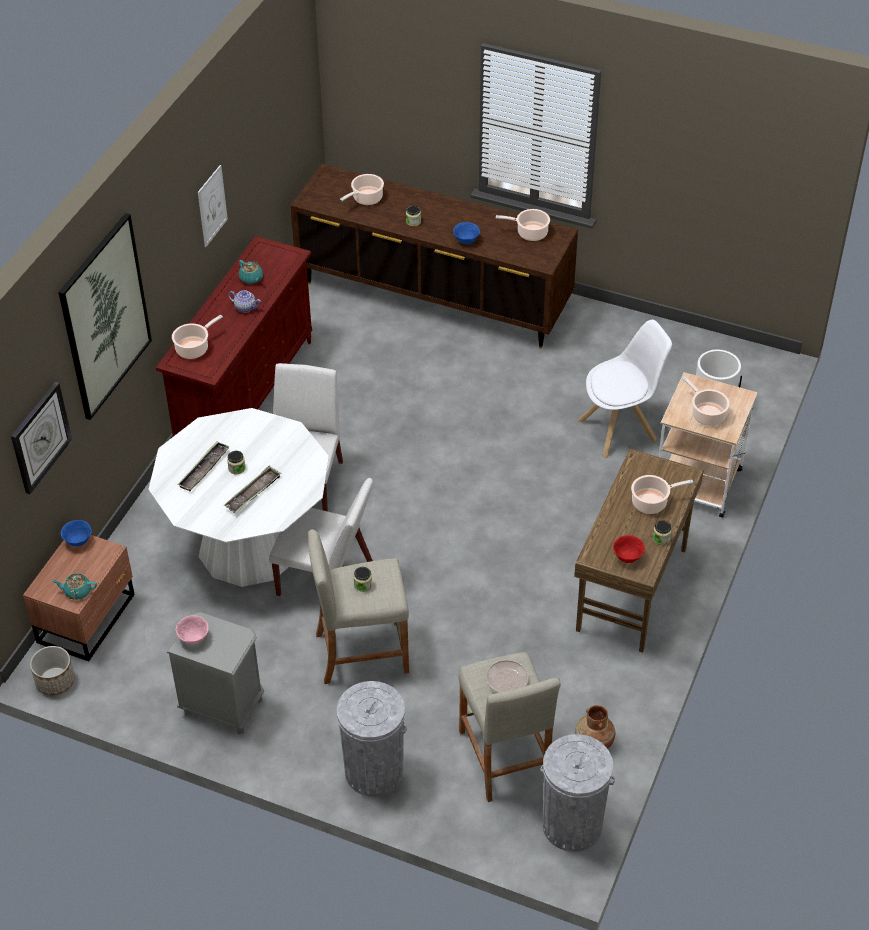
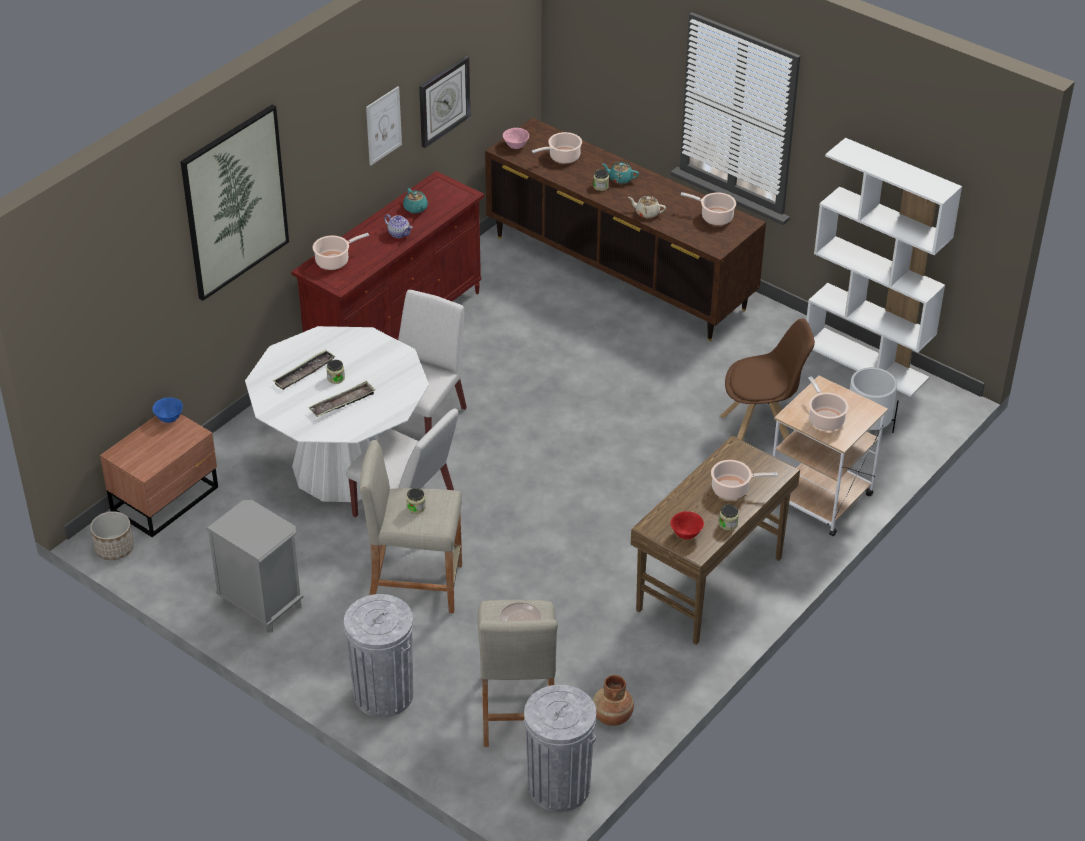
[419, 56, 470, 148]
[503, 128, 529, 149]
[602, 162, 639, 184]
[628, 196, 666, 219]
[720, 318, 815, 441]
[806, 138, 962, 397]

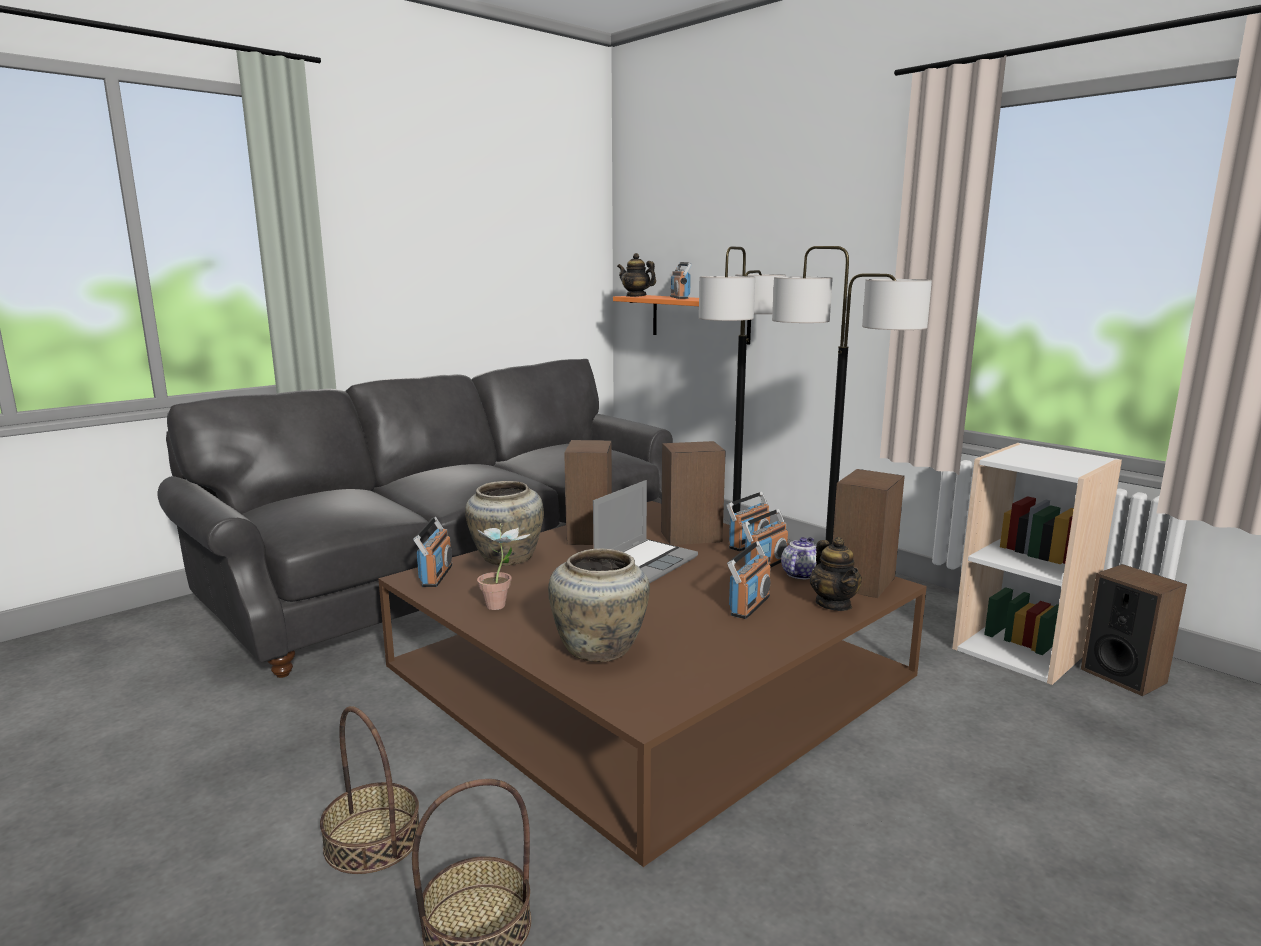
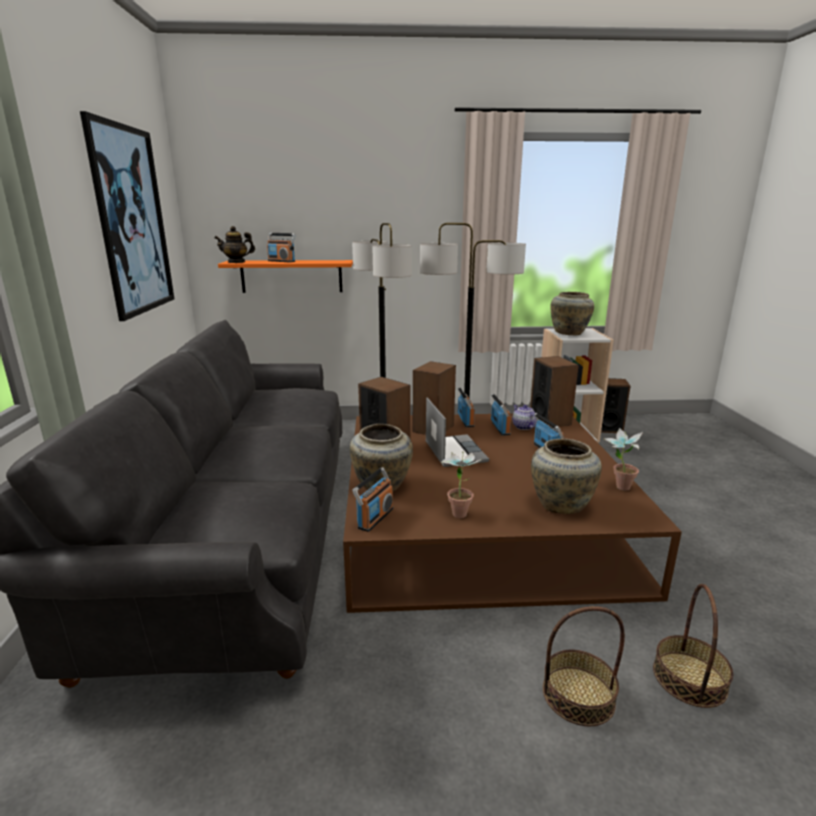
[80, 111, 174, 321]
[352, 467, 393, 532]
[550, 292, 594, 335]
[604, 428, 643, 491]
[810, 537, 862, 611] (first image)

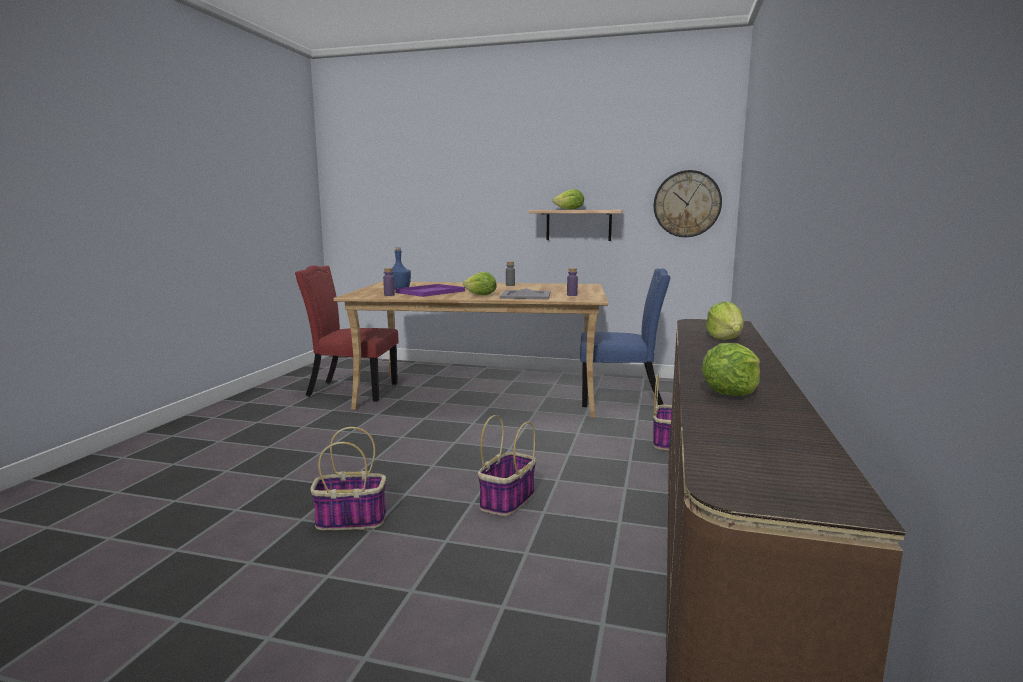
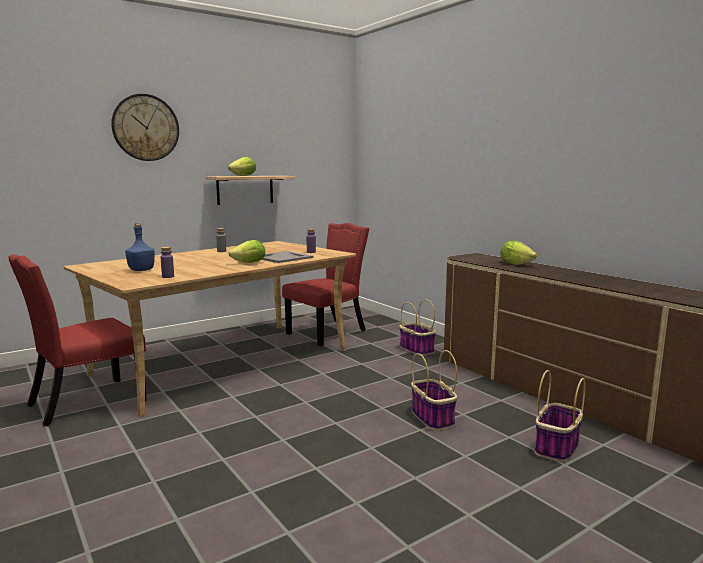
[111, 94, 179, 161]
[282, 223, 369, 347]
[535, 370, 586, 462]
[395, 284, 465, 297] (first image)
[701, 343, 760, 396] (first image)

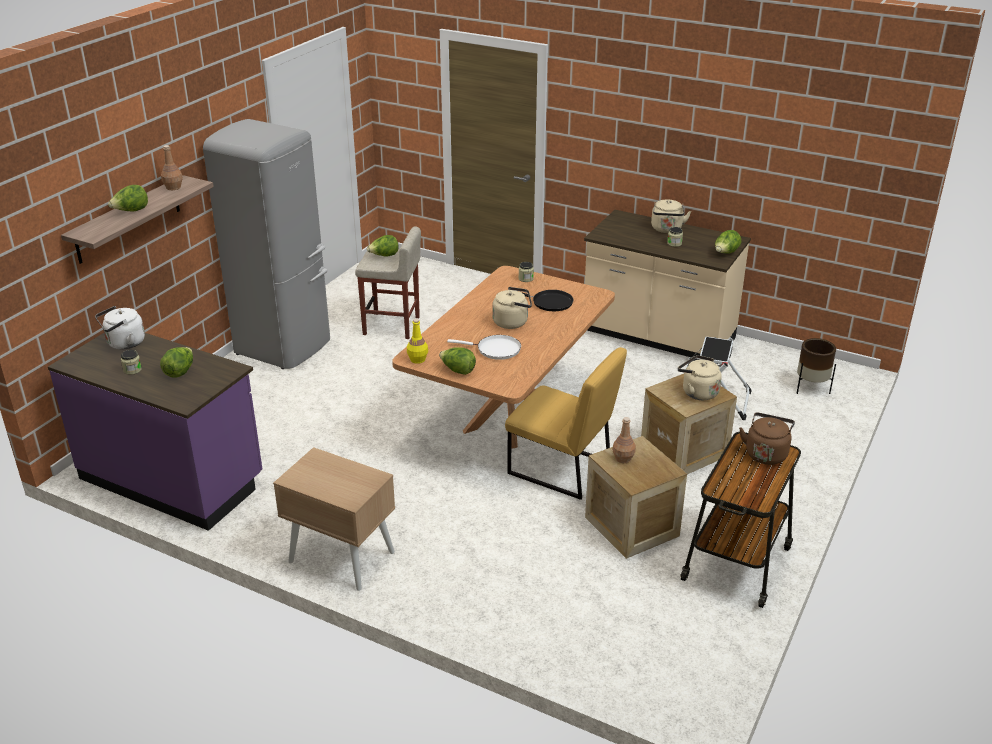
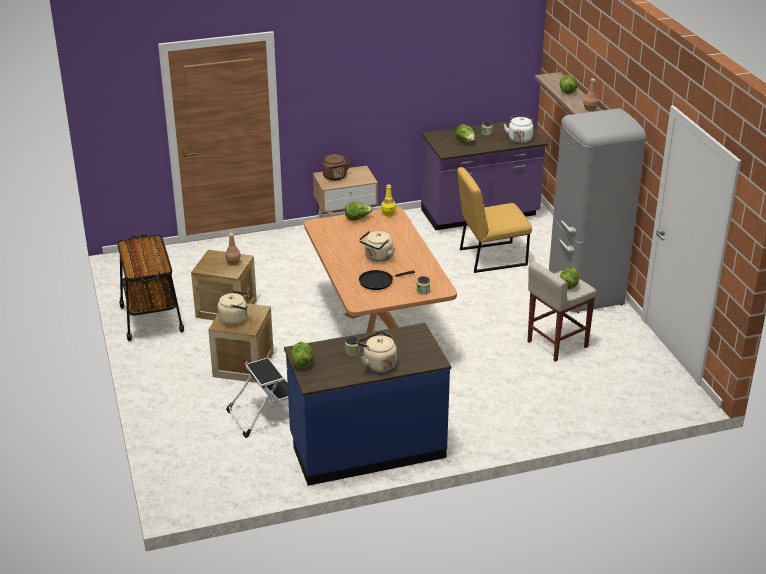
[284, 323, 451, 486]
[322, 154, 351, 181]
[457, 167, 532, 273]
[447, 335, 521, 360] (first image)
[796, 338, 836, 394] (first image)

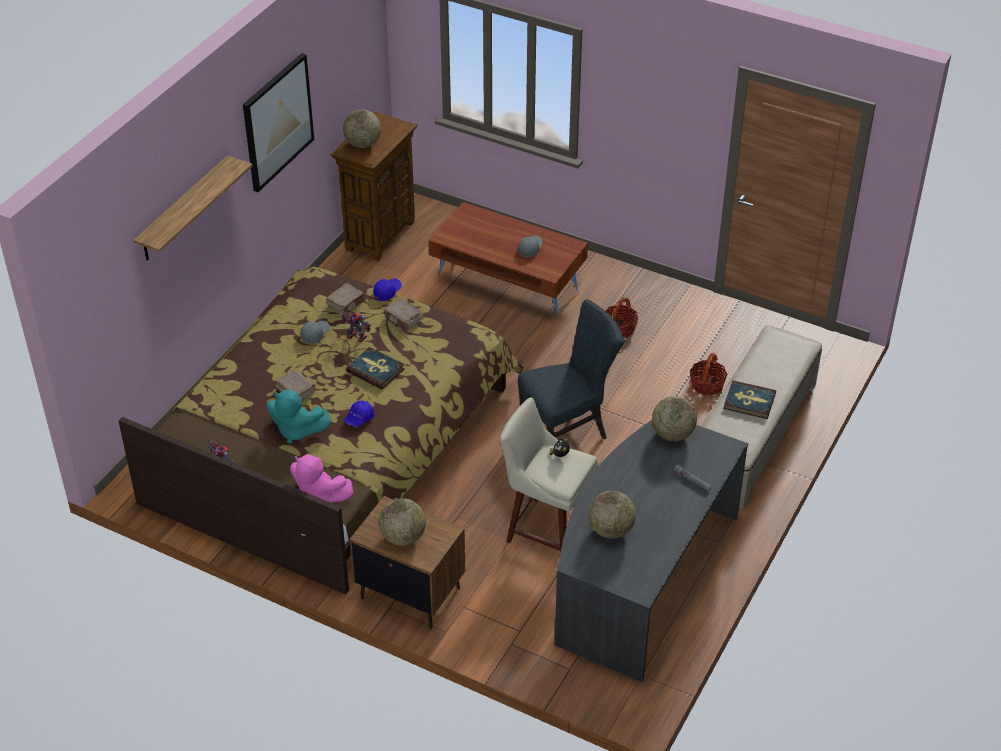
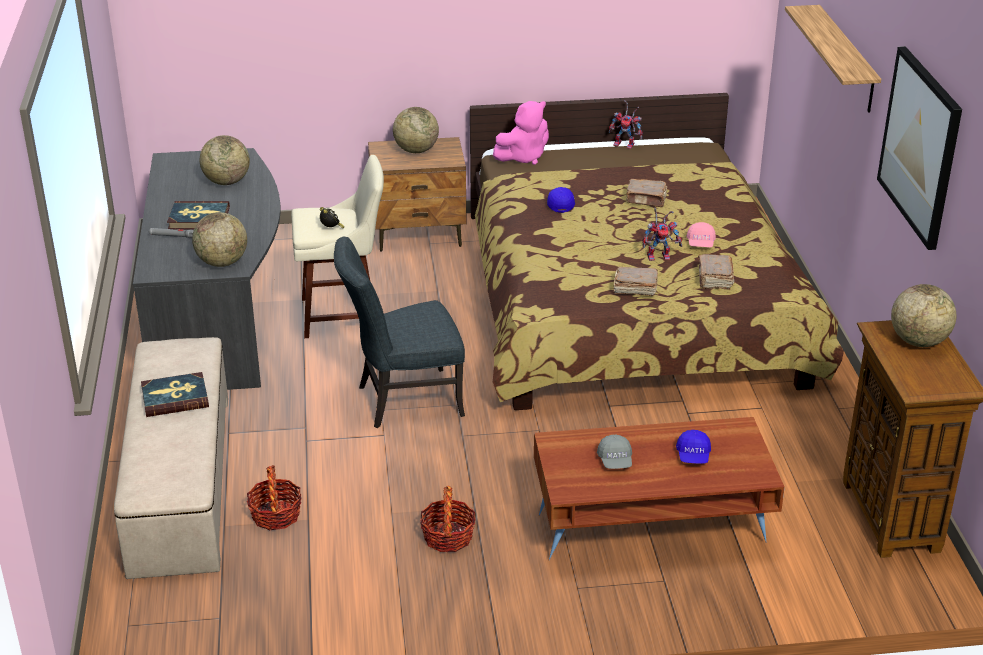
[167, 201, 230, 229]
[334, 237, 465, 428]
[493, 101, 549, 165]
[676, 430, 711, 464]
[687, 222, 716, 247]
[266, 390, 332, 444] (first image)

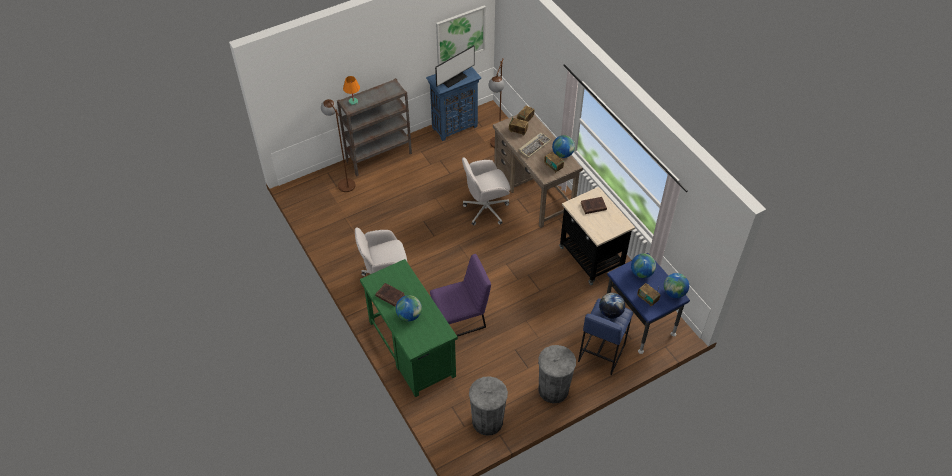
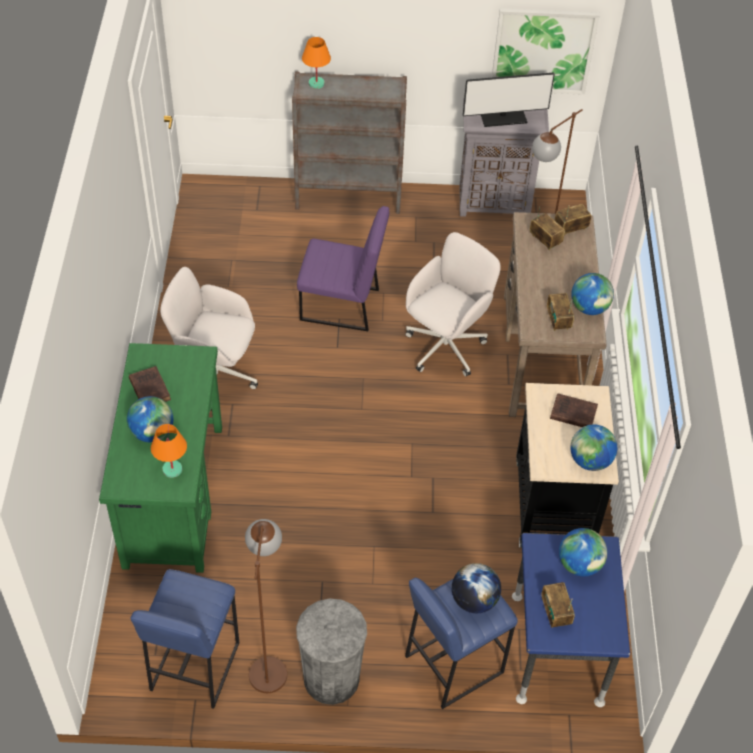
[130, 569, 239, 709]
[151, 424, 187, 478]
[245, 519, 287, 693]
[297, 206, 389, 331]
[405, 232, 501, 377]
[460, 98, 549, 217]
[570, 424, 617, 471]
[519, 133, 552, 158] (first image)

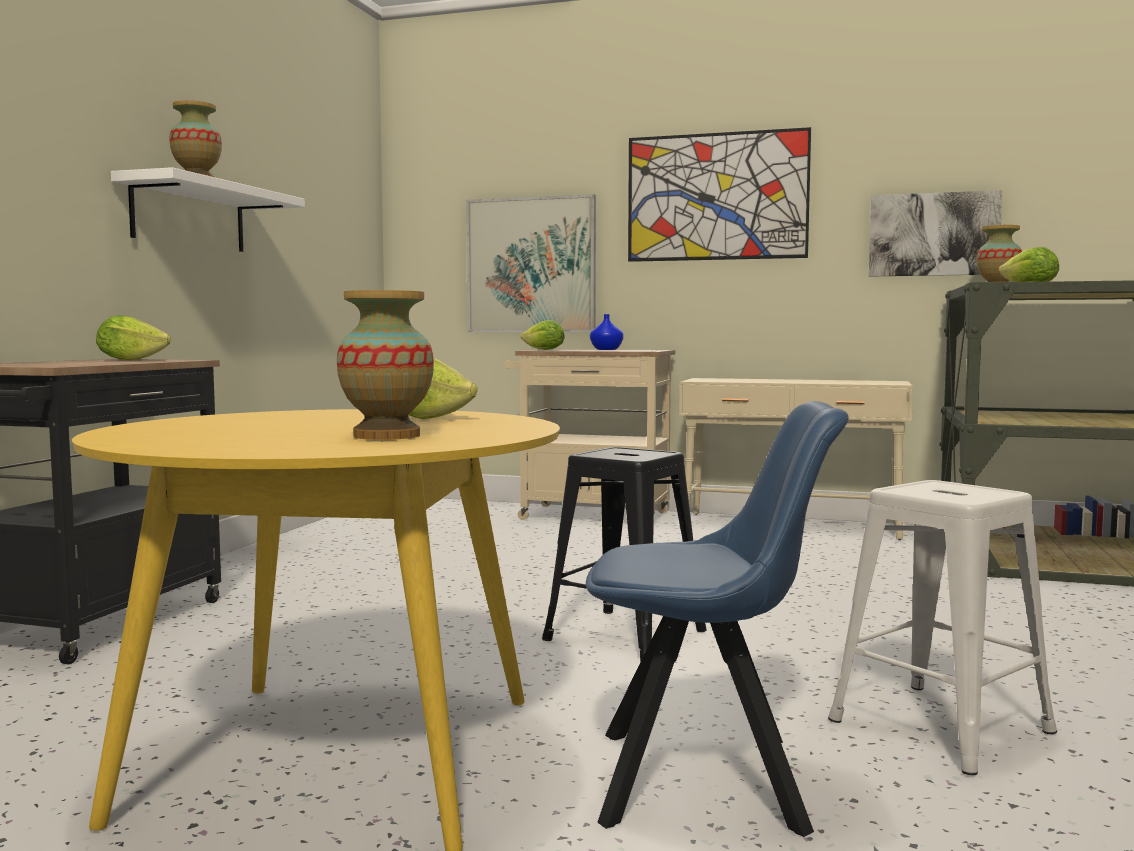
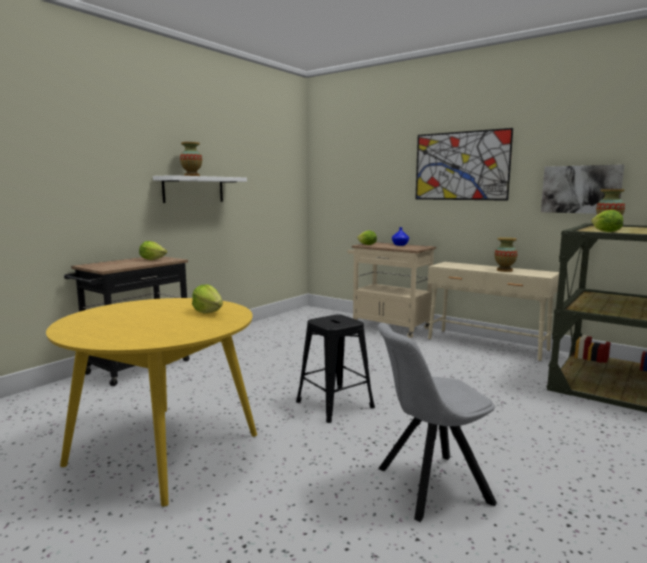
[377, 323, 497, 522]
[495, 237, 517, 272]
[466, 194, 596, 332] (first image)
[586, 401, 849, 837] (first image)

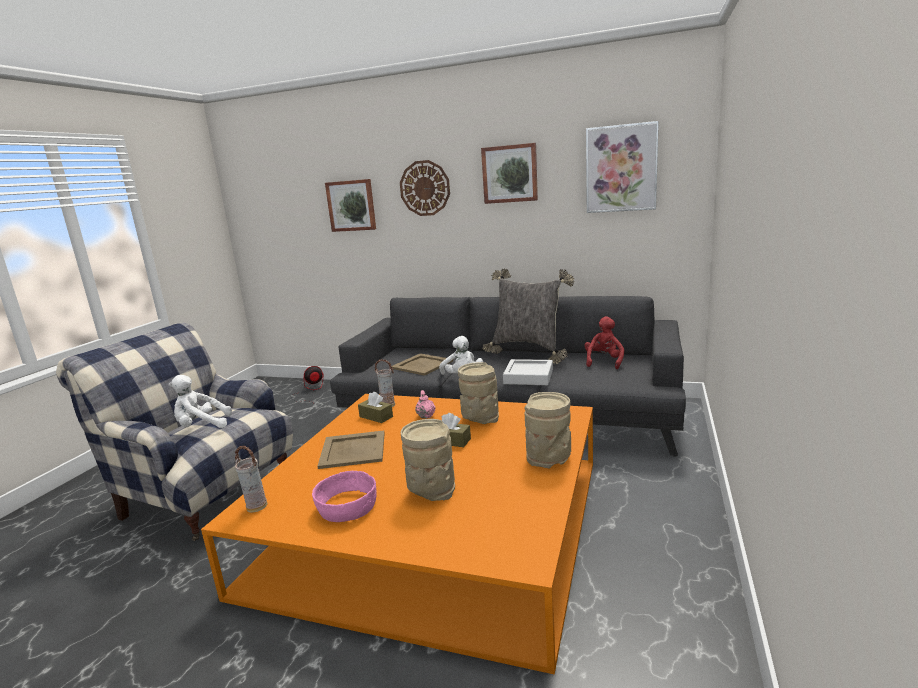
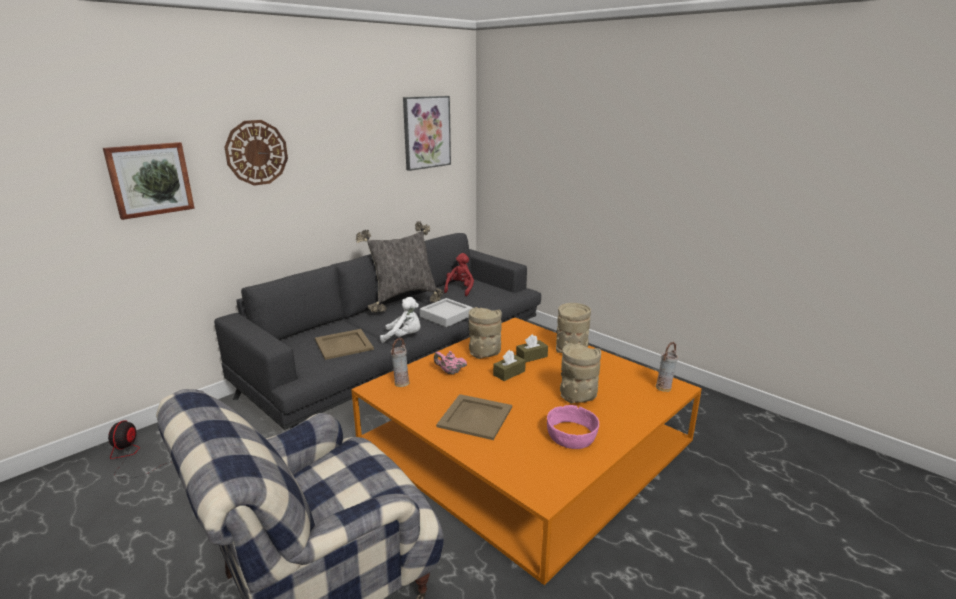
[444, 253, 474, 296]
[516, 334, 548, 362]
[656, 342, 678, 392]
[169, 375, 232, 428] (first image)
[481, 143, 538, 204] (first image)

